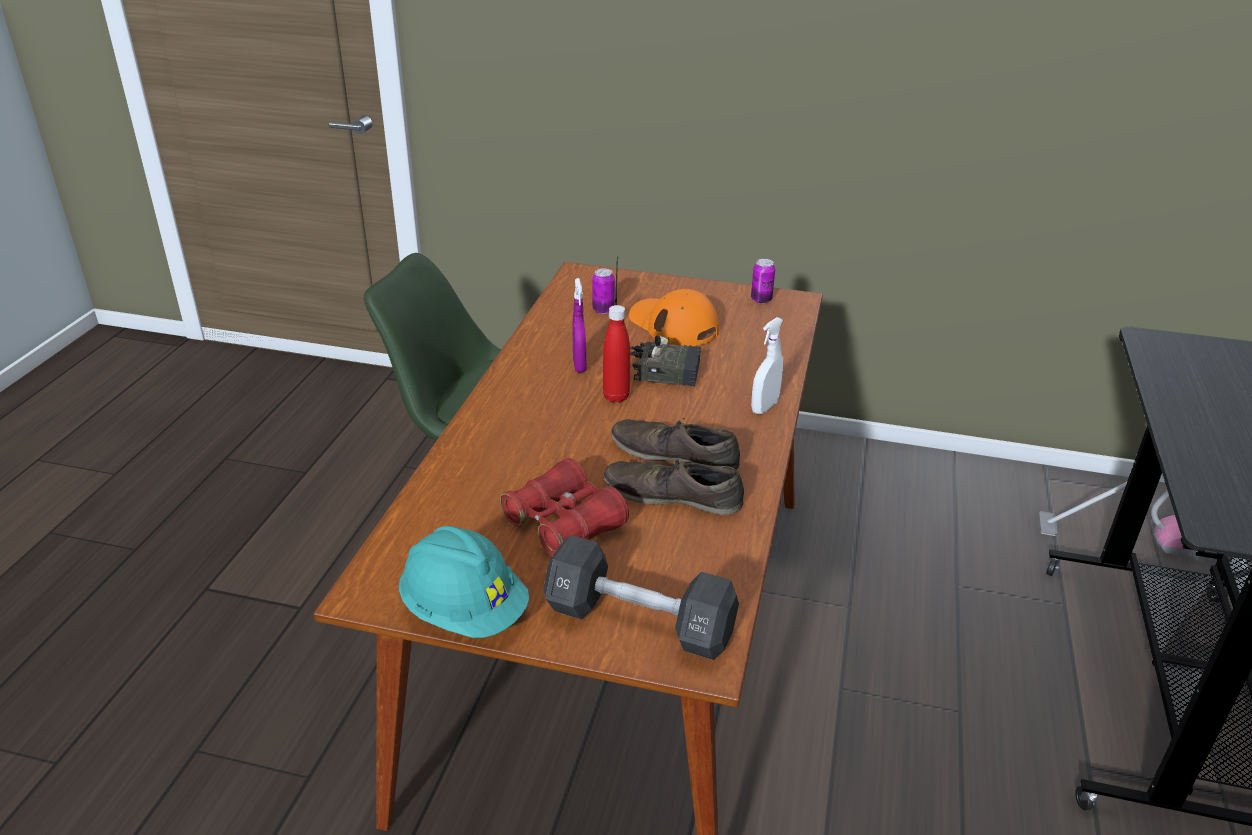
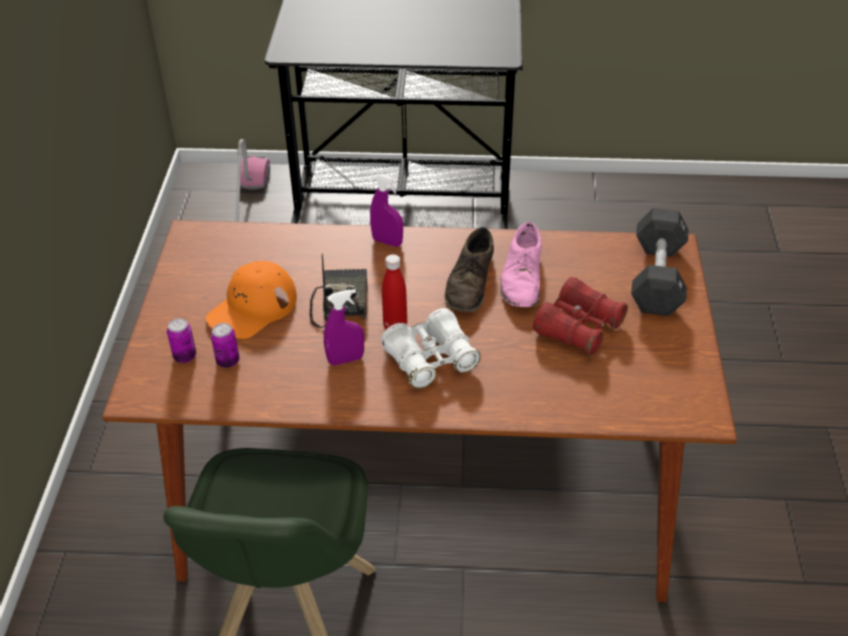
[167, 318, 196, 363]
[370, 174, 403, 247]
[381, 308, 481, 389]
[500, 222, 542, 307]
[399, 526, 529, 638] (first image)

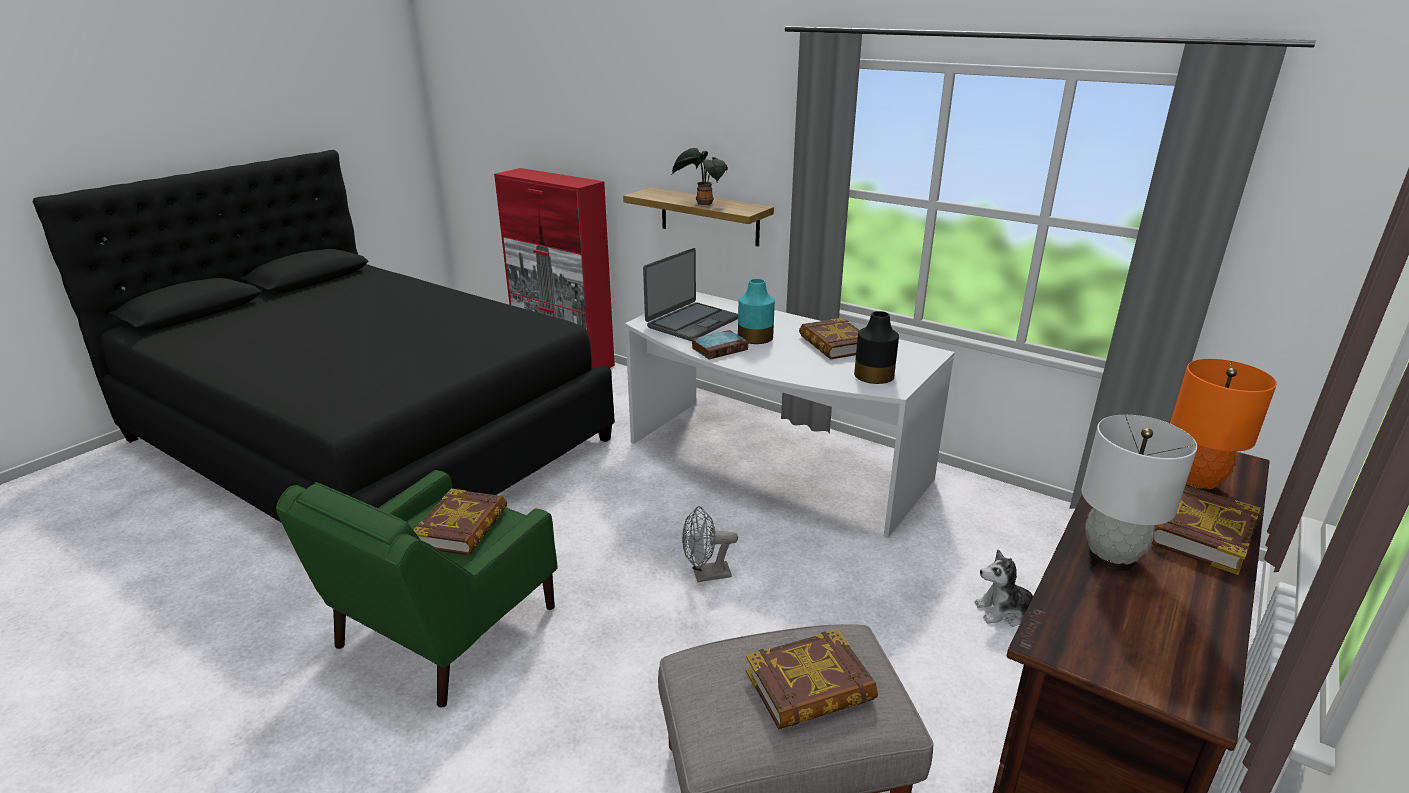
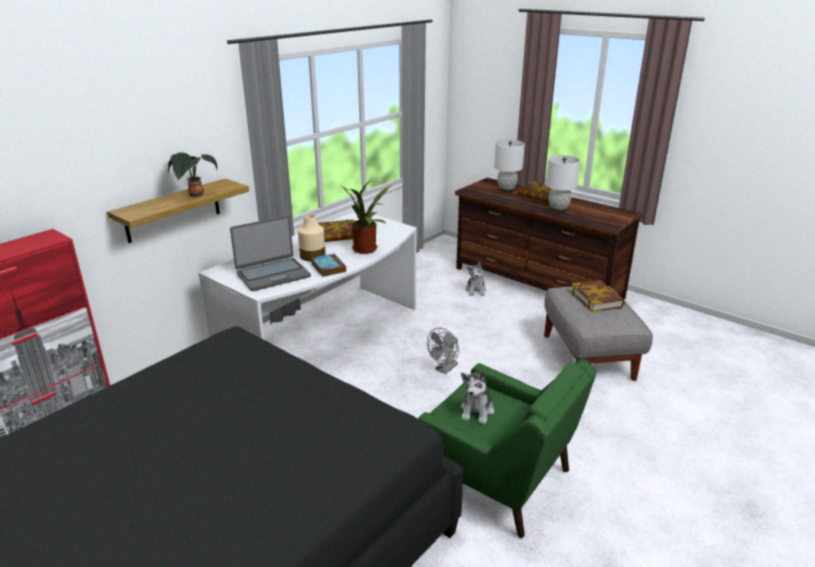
[230, 216, 311, 291]
[298, 215, 326, 261]
[335, 181, 393, 254]
[427, 328, 459, 374]
[461, 370, 494, 424]
[494, 140, 525, 193]
[854, 311, 899, 384] (first image)

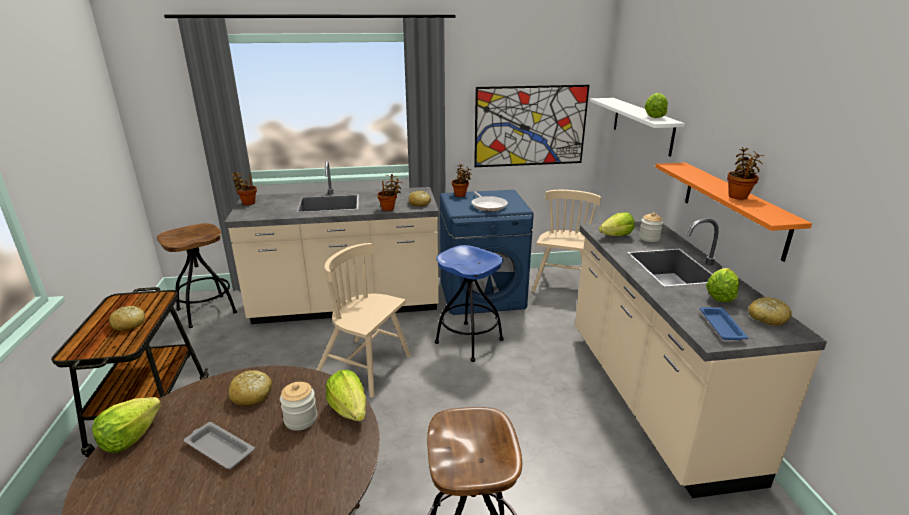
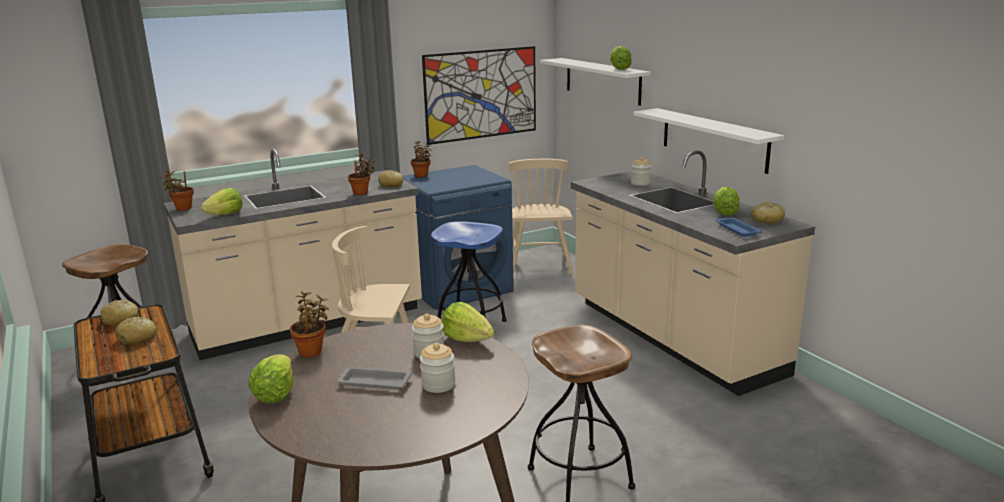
[101, 300, 138, 326]
[201, 188, 242, 215]
[290, 291, 329, 357]
[420, 343, 456, 393]
[633, 108, 785, 174]
[472, 192, 508, 211] (first image)

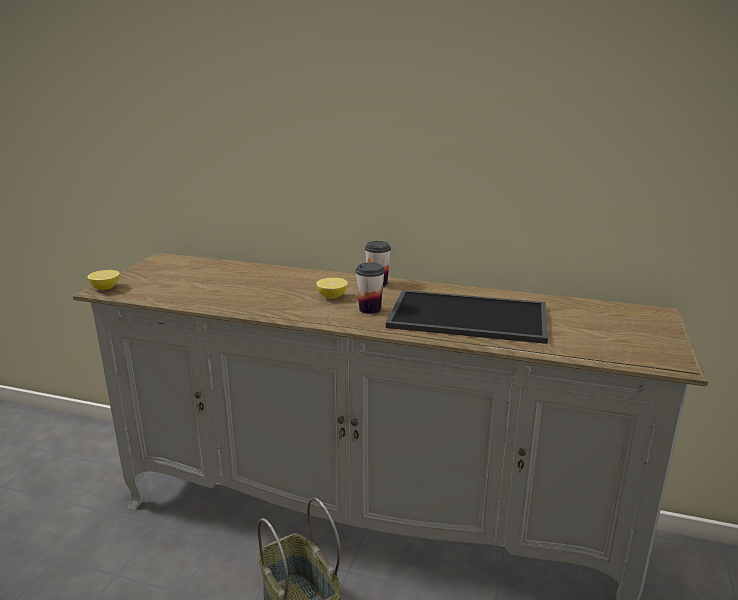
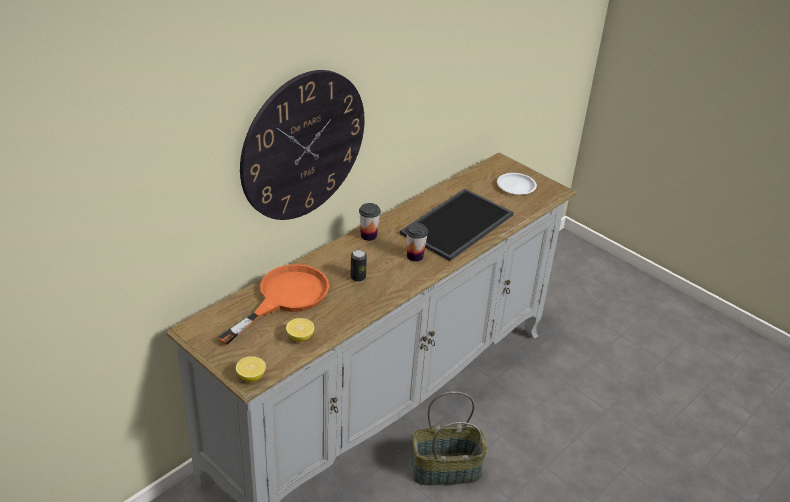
[218, 264, 329, 345]
[240, 70, 365, 220]
[286, 318, 314, 342]
[350, 250, 367, 282]
[497, 173, 537, 195]

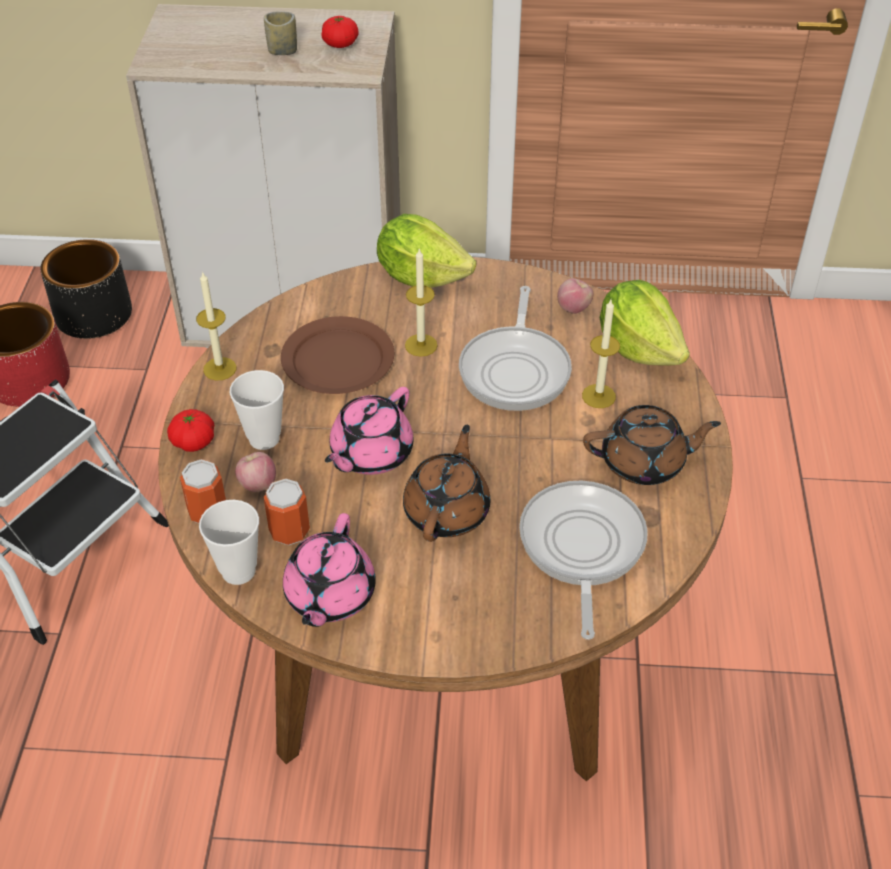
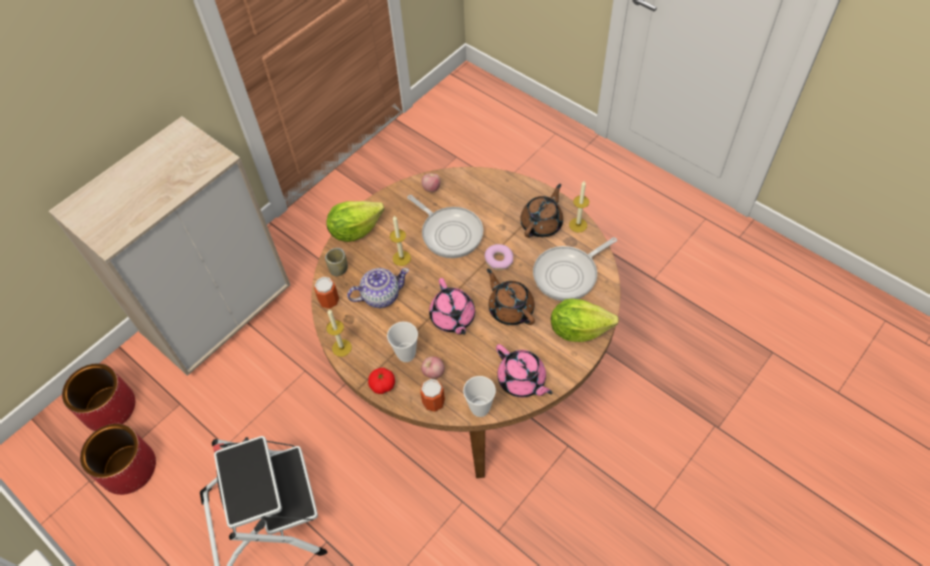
[62, 363, 135, 431]
[314, 277, 339, 309]
[325, 248, 348, 276]
[347, 268, 409, 308]
[485, 244, 513, 270]
[533, 237, 617, 301]
[551, 299, 619, 342]
[569, 181, 589, 232]
[321, 16, 359, 48] (first image)

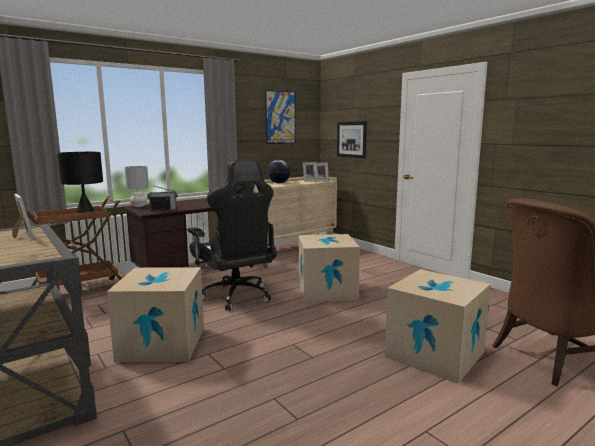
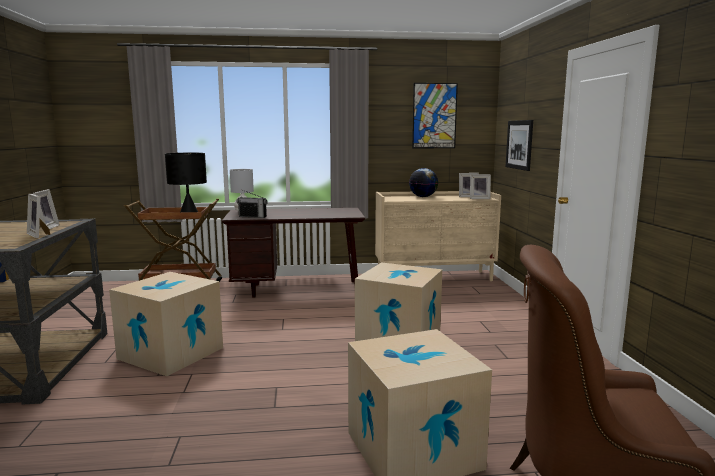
[27, 194, 50, 239]
[187, 159, 277, 311] (first image)

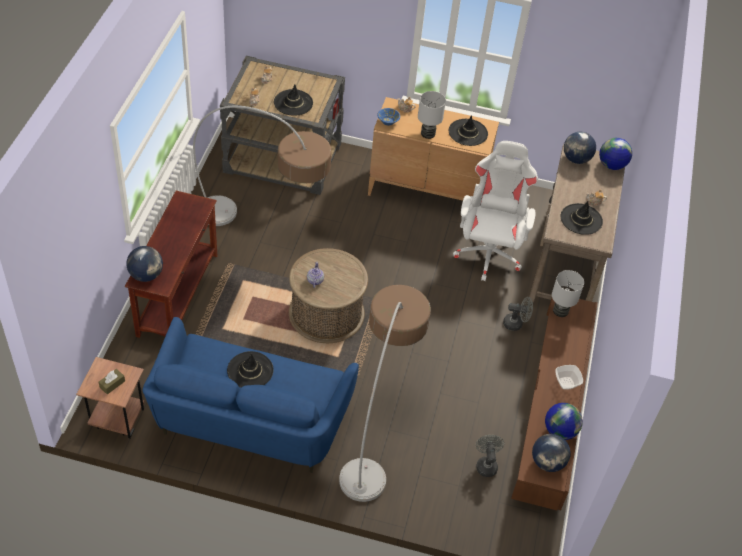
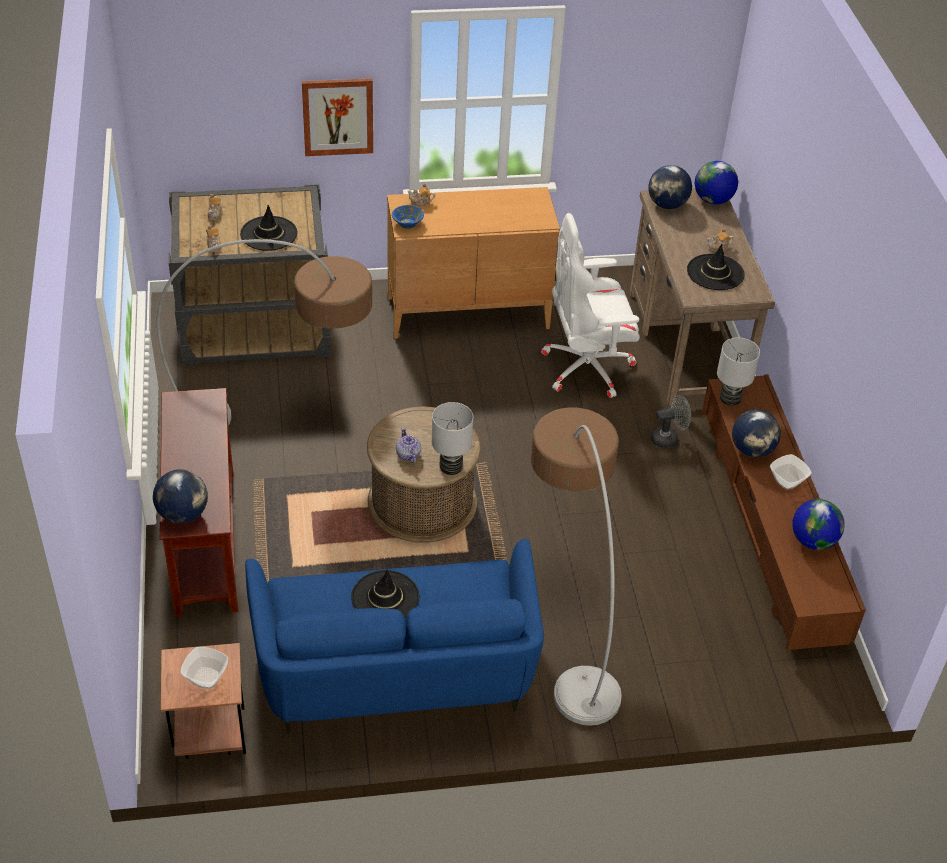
[180, 647, 228, 689]
[302, 78, 373, 156]
[432, 402, 473, 475]
[541, 213, 640, 398]
[732, 409, 781, 457]
[449, 115, 488, 146] (first image)
[476, 435, 504, 477] (first image)

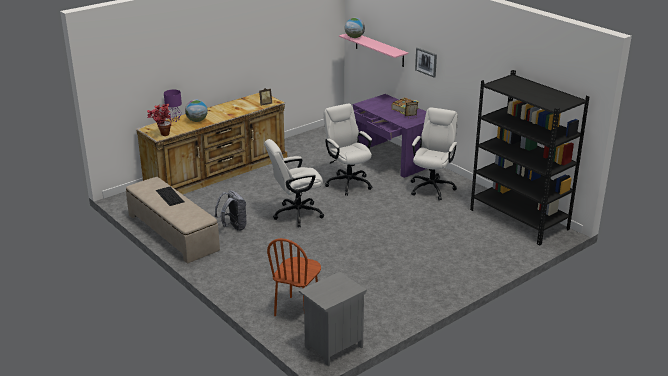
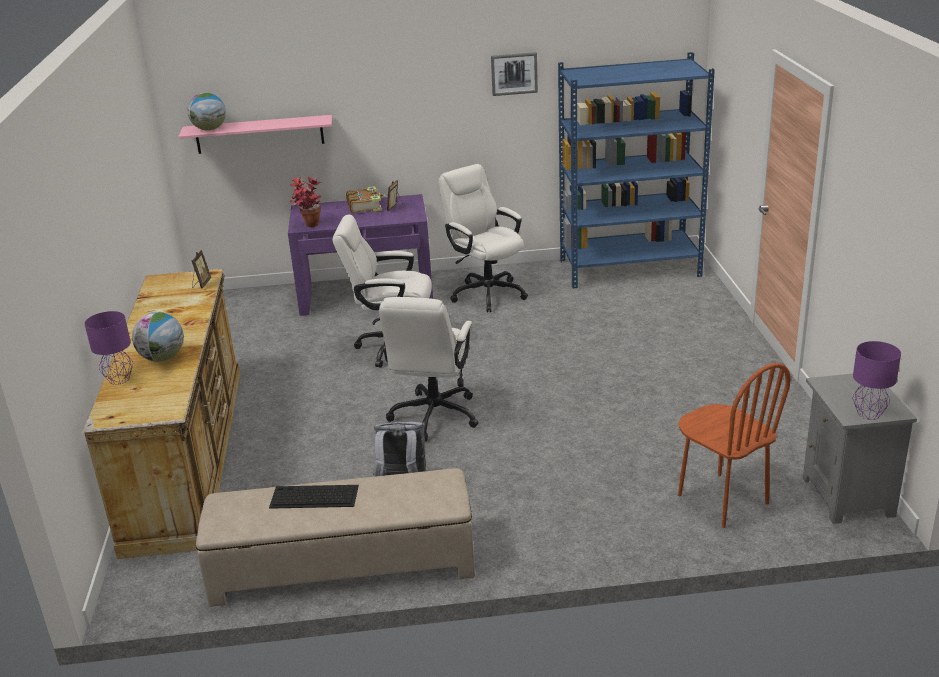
[290, 177, 322, 227]
[491, 52, 538, 96]
[558, 52, 715, 288]
[852, 341, 901, 420]

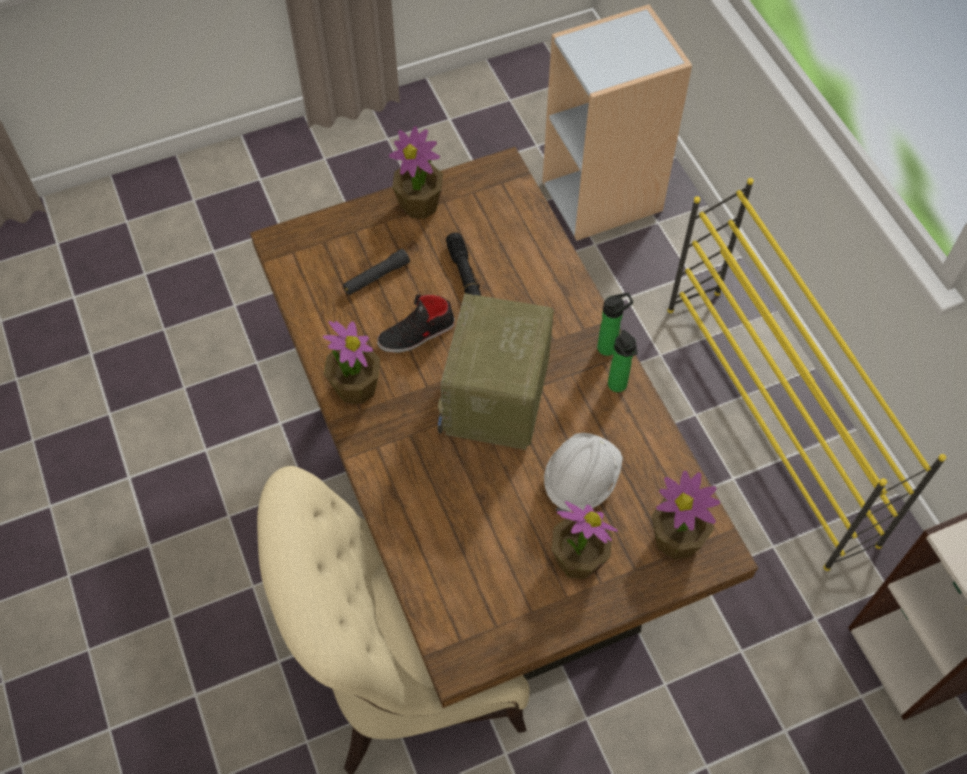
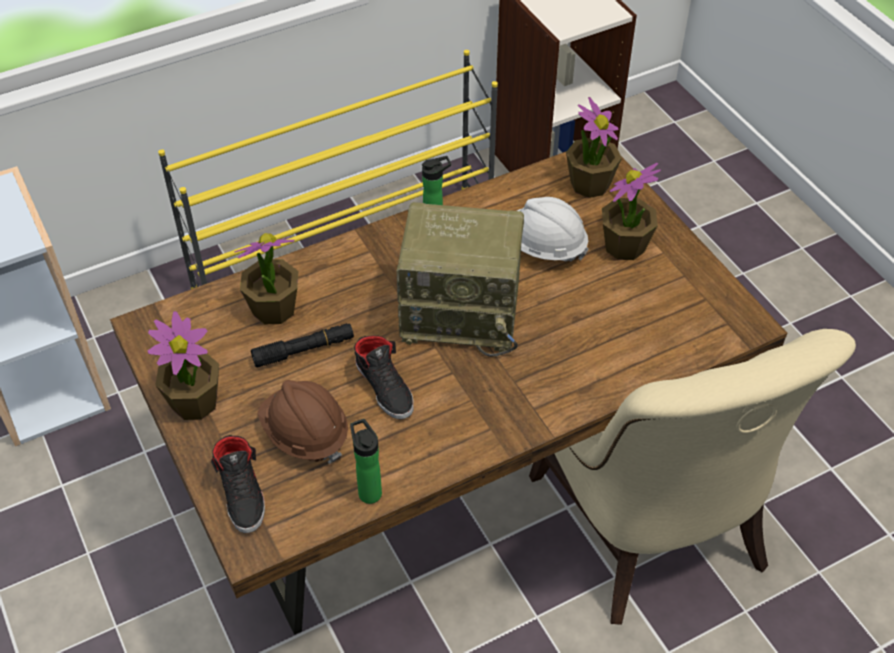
[211, 435, 265, 533]
[235, 233, 298, 324]
[257, 380, 348, 464]
[350, 419, 382, 504]

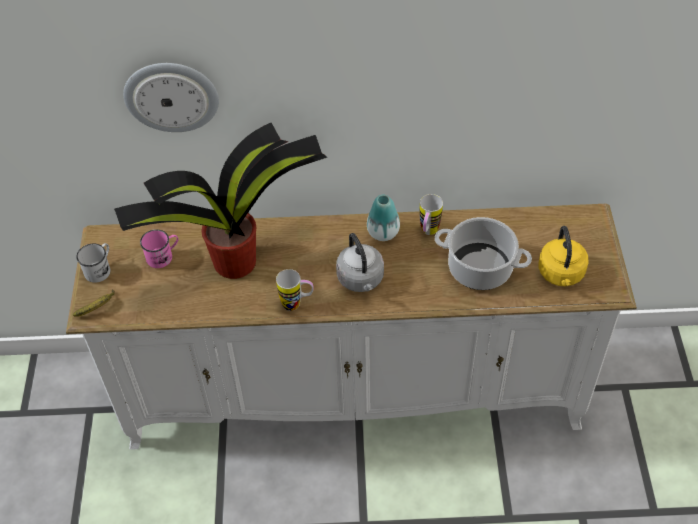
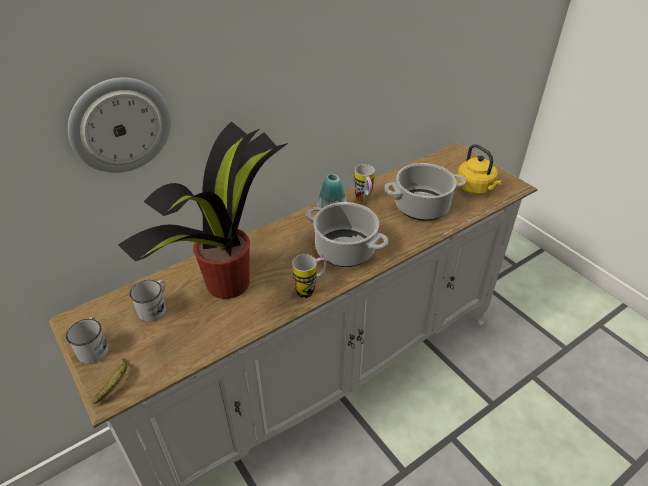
[129, 280, 166, 322]
[306, 202, 388, 267]

